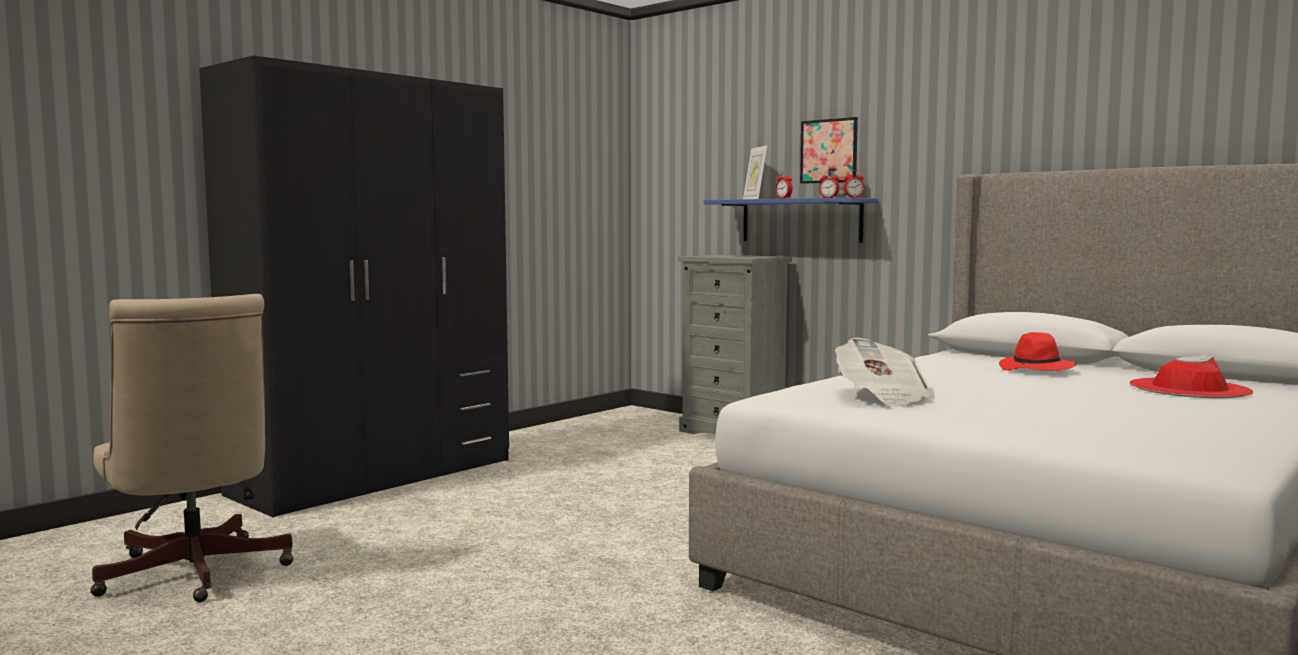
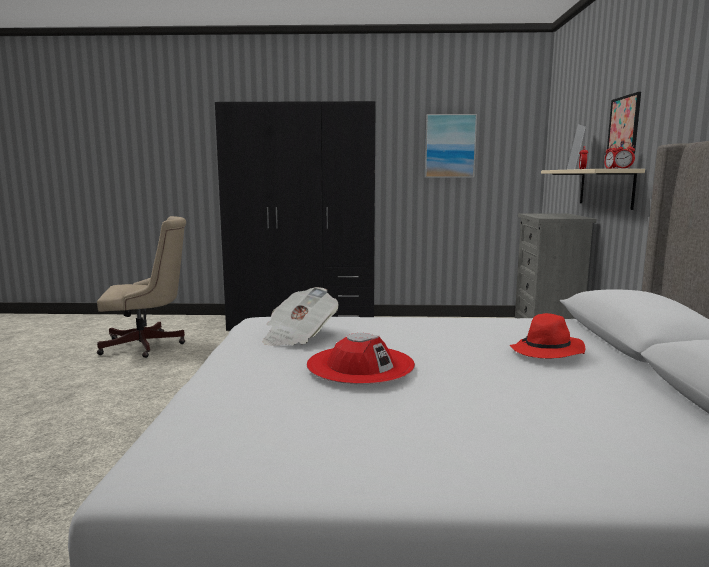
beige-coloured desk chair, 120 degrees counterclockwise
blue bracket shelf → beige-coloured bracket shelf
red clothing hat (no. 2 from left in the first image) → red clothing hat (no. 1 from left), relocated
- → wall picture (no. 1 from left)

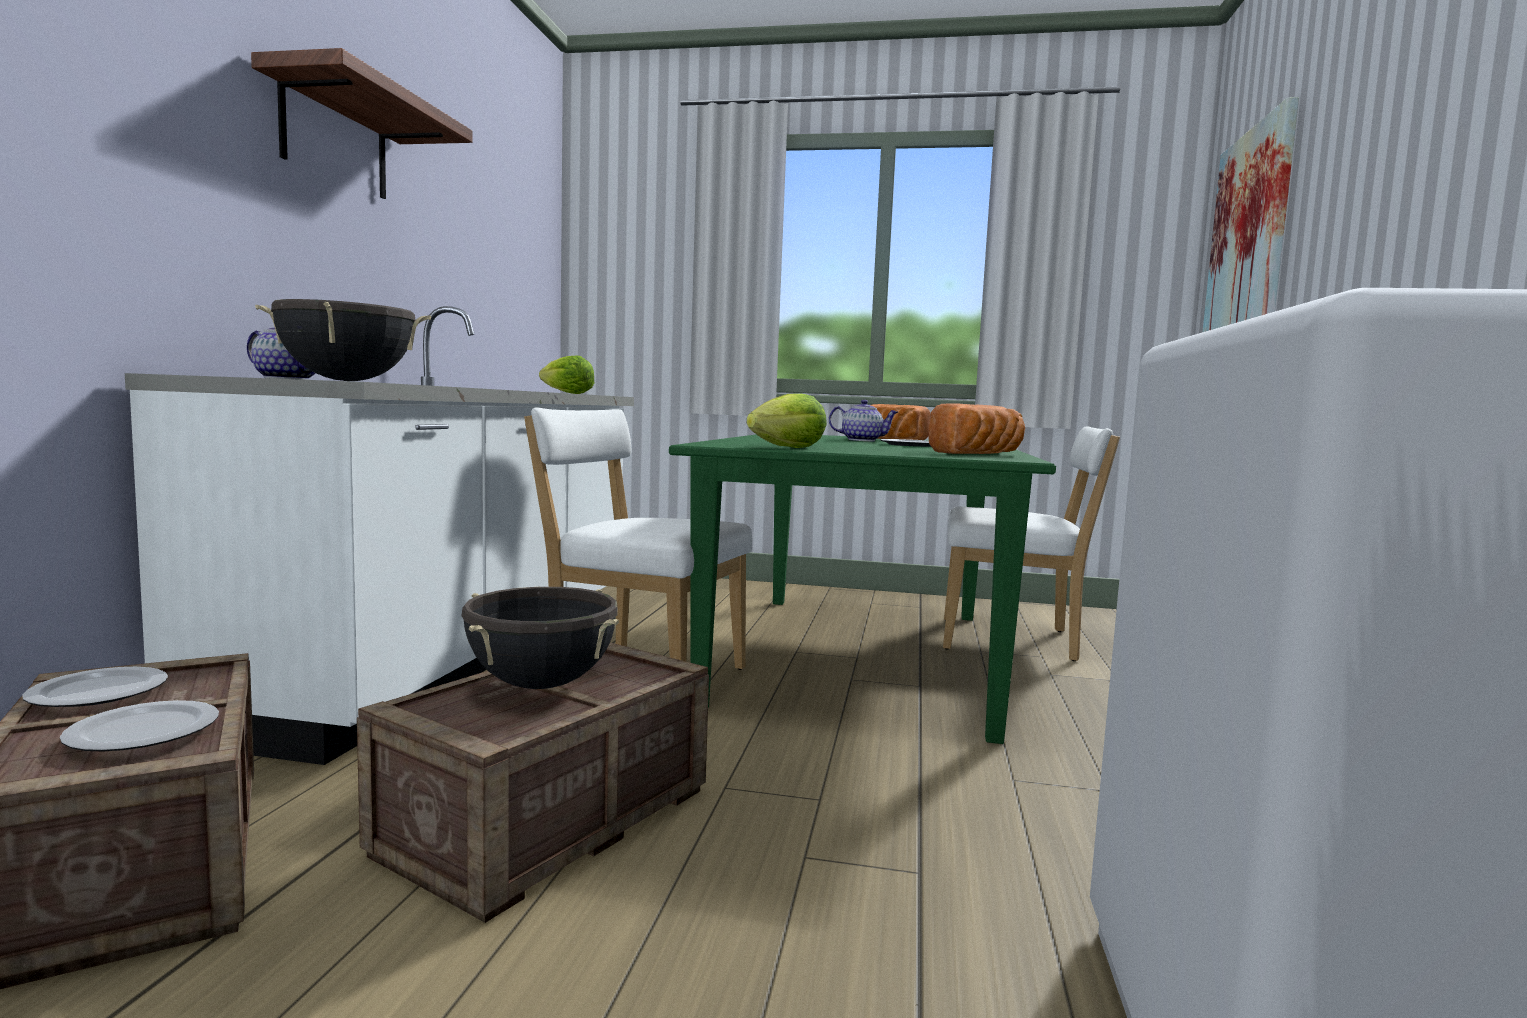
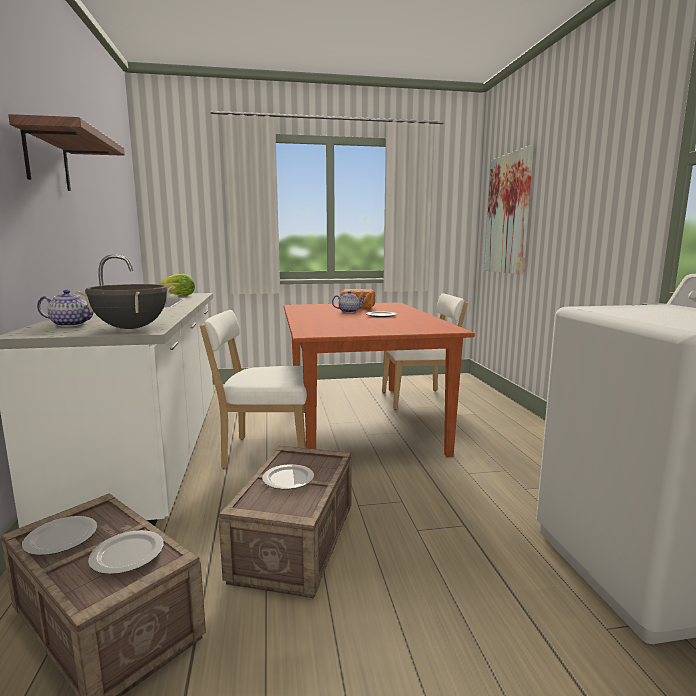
black saucepot (no. 2 from left) → plate (no. 3 from left)
greenish kitchen table → brown kitchen table
lettuce head (no. 2 from left) → -
baked bread (no. 2 from left) → -

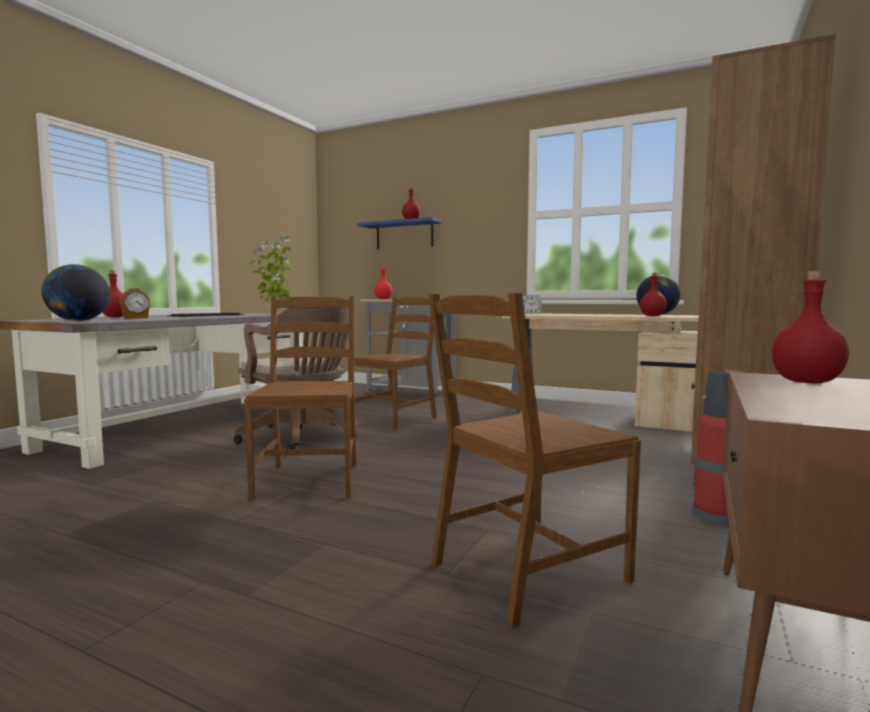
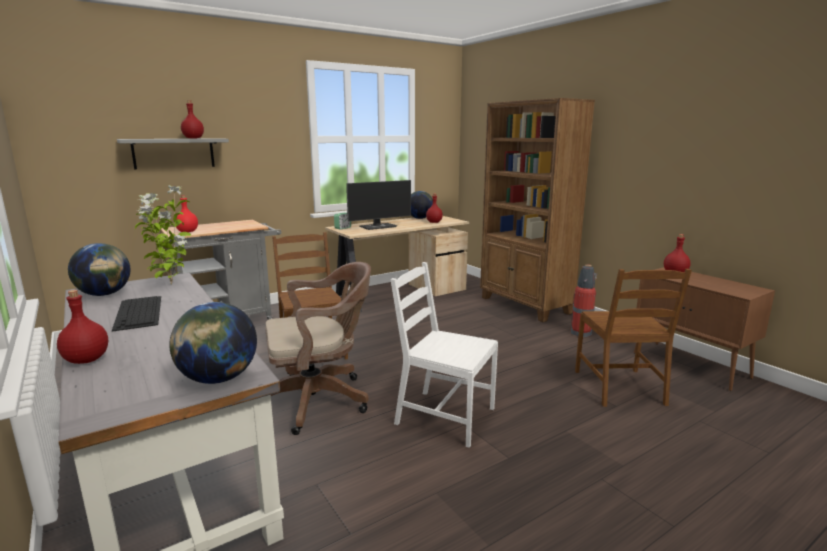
table clock (no. 1 from left) → -
brown chair (no. 1 from left) → white-coloured chair
blue bracket shelf → greyish bracket shelf
- → desk globe (no. 1 from left)
- → computer display

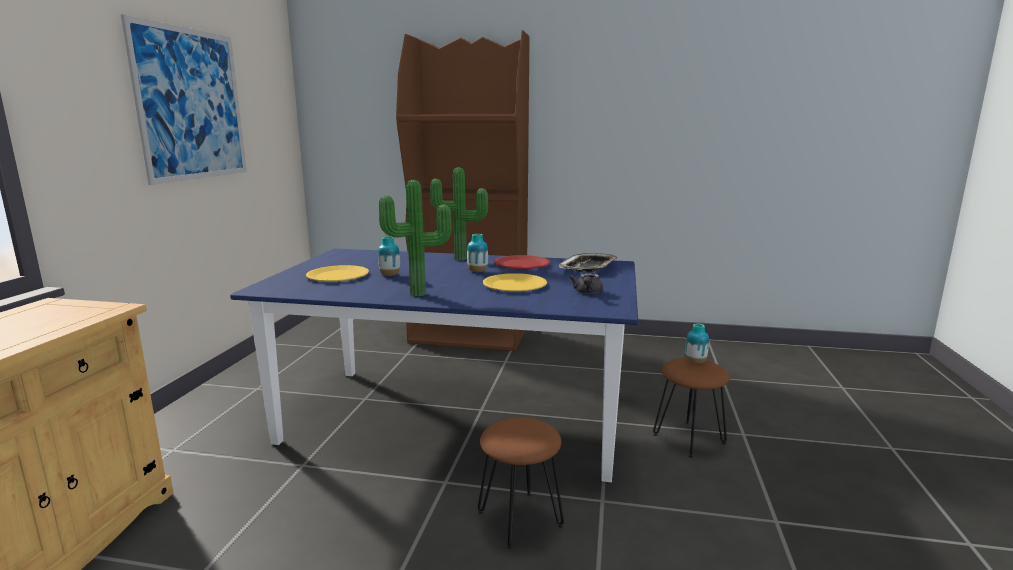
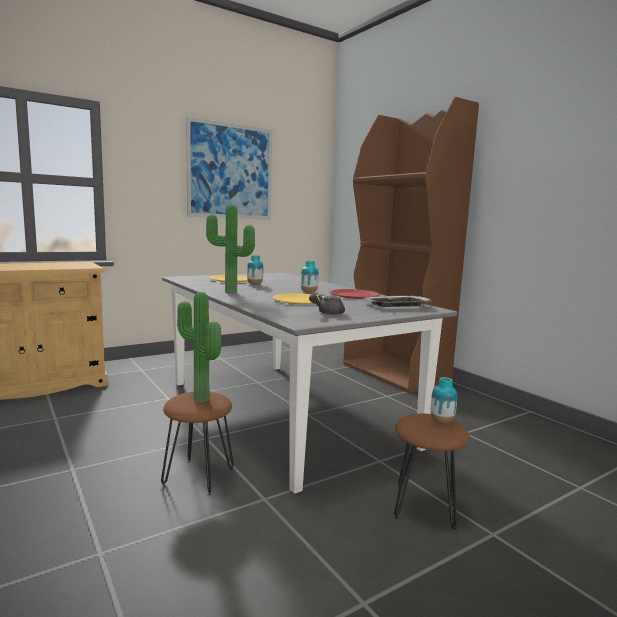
blue kitchen table → greyish kitchen table
houseplant (no. 2 from left in the first image) → houseplant (no. 1 from left), relocated

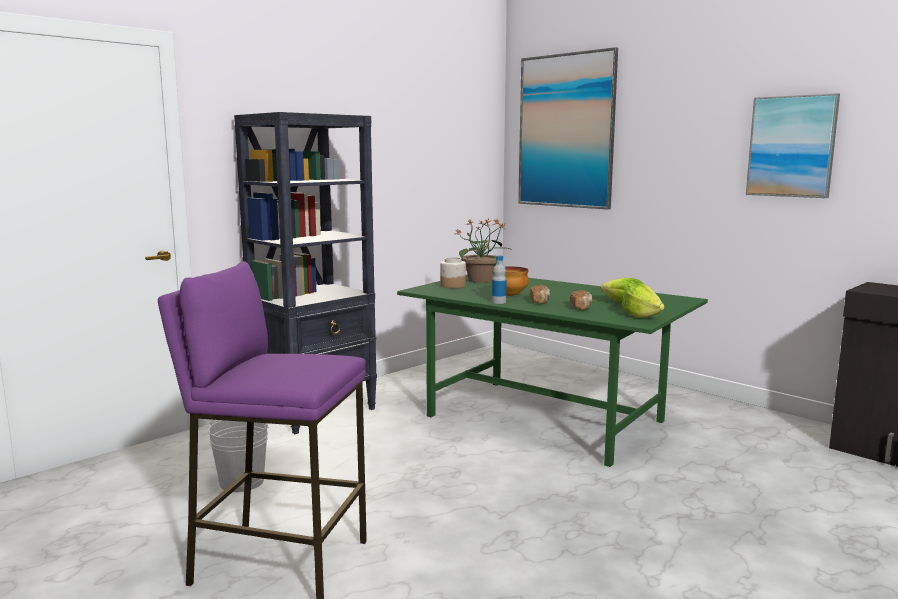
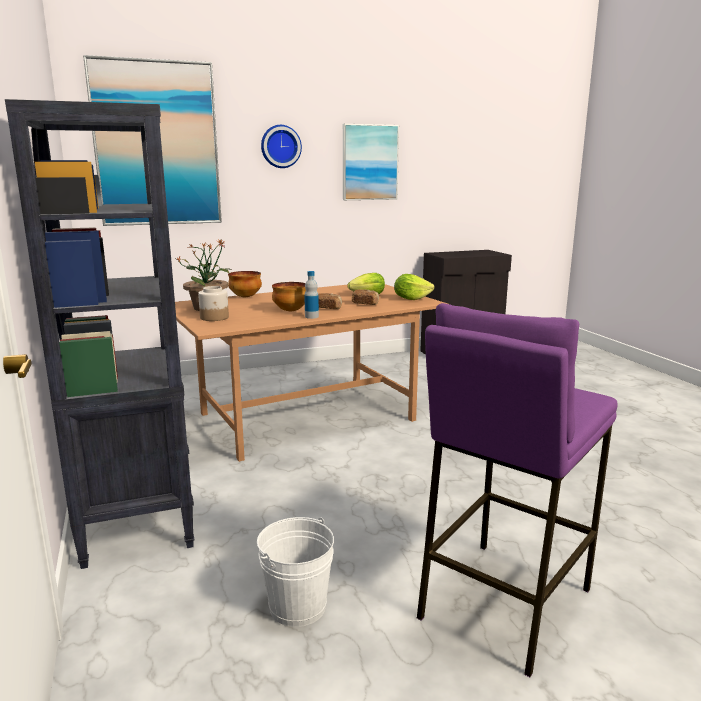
greenish kitchen table → brown kitchen table
- → bowl (no. 1 from left)
- → wall clock

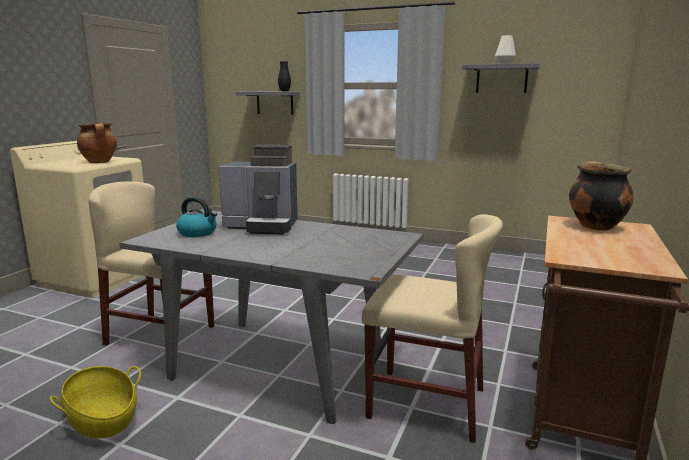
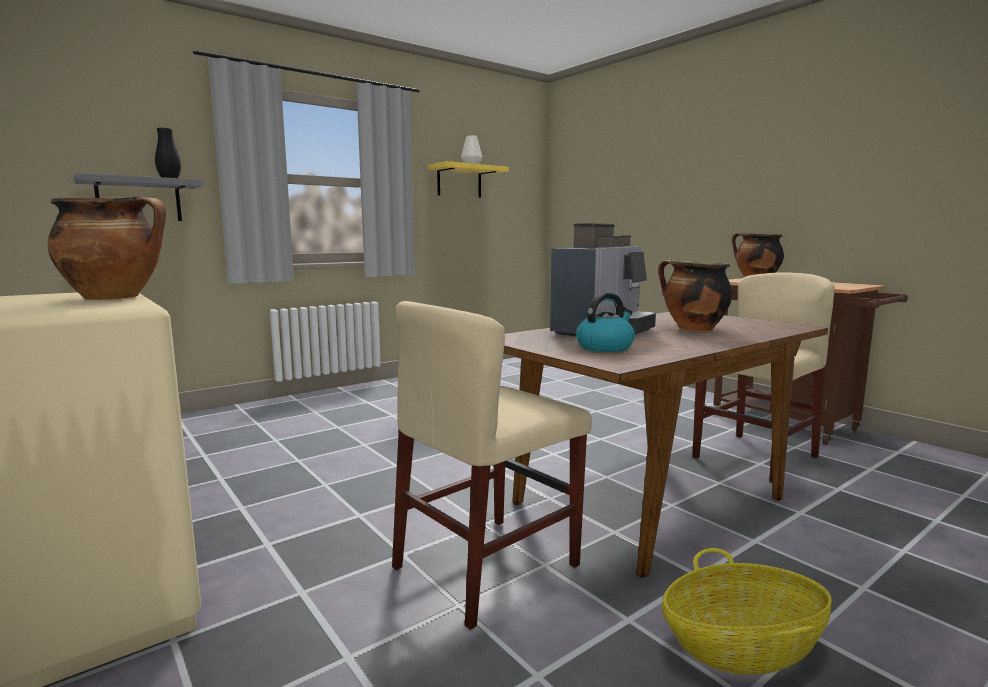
greyish kitchen table → brown kitchen table
greyish bracket shelf (no. 2 from left) → yellowish bracket shelf
- → saucepot (no. 2 from left)

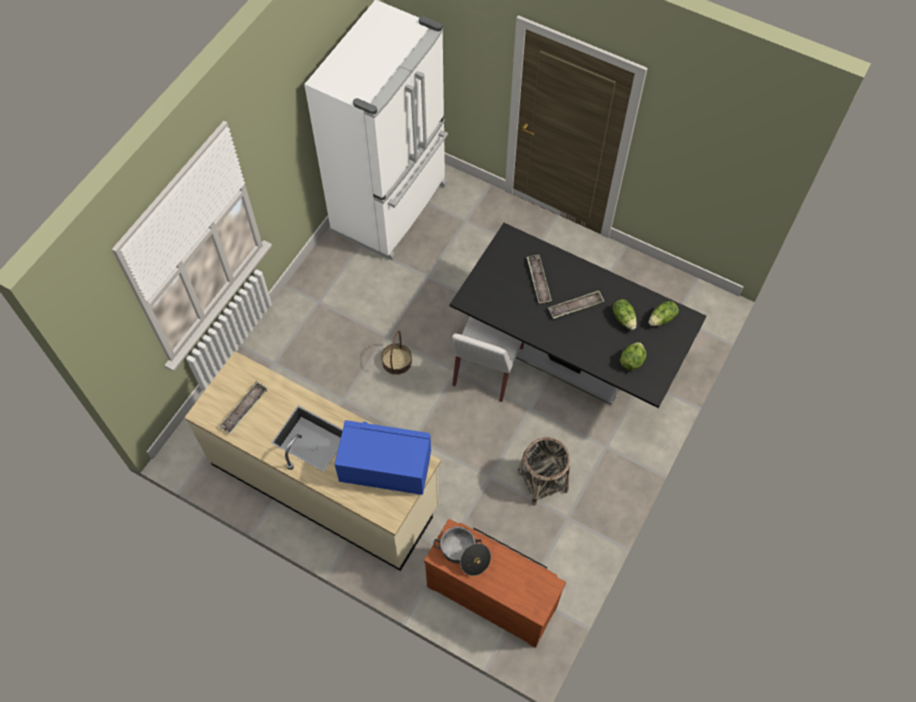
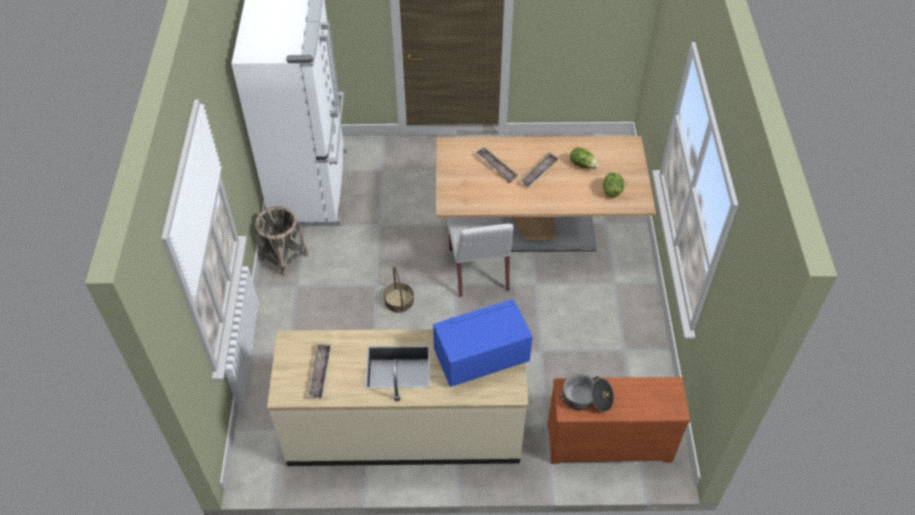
black kitchen table → beige-coloured kitchen table
basket (no. 2 from left in the first image) → basket (no. 1 from left), relocated
lettuce head (no. 3 from left) → -

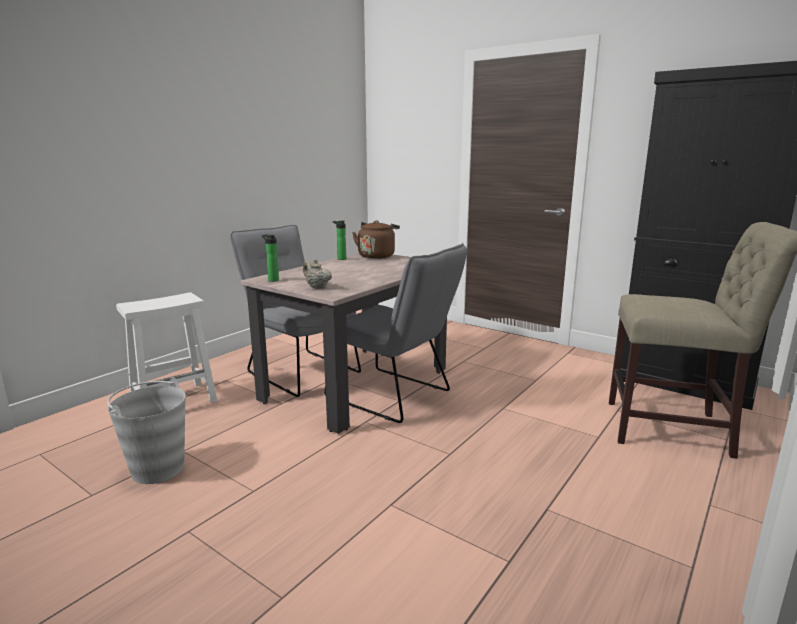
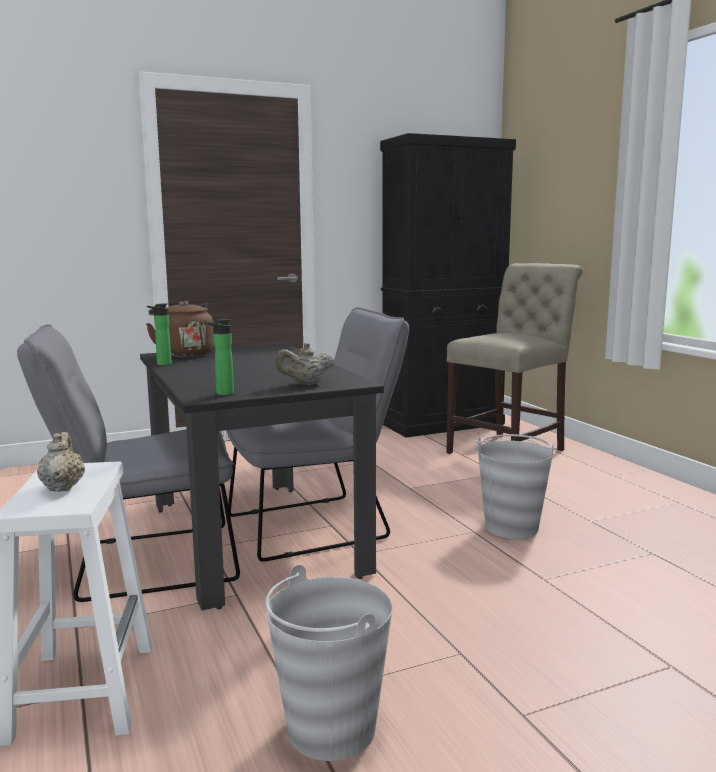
beige-coloured kitchen table → black kitchen table
- → beige-coloured pot for tea (no. 1 from left)
- → greyish water bucket (no. 2 from left)

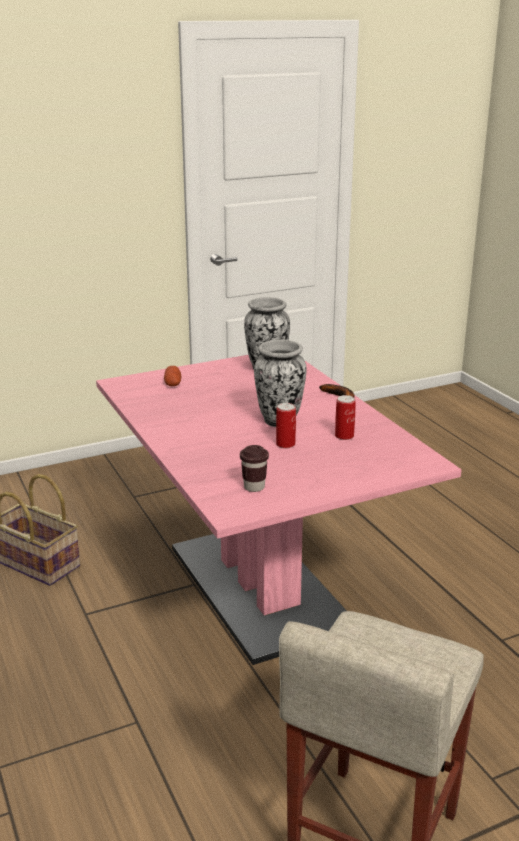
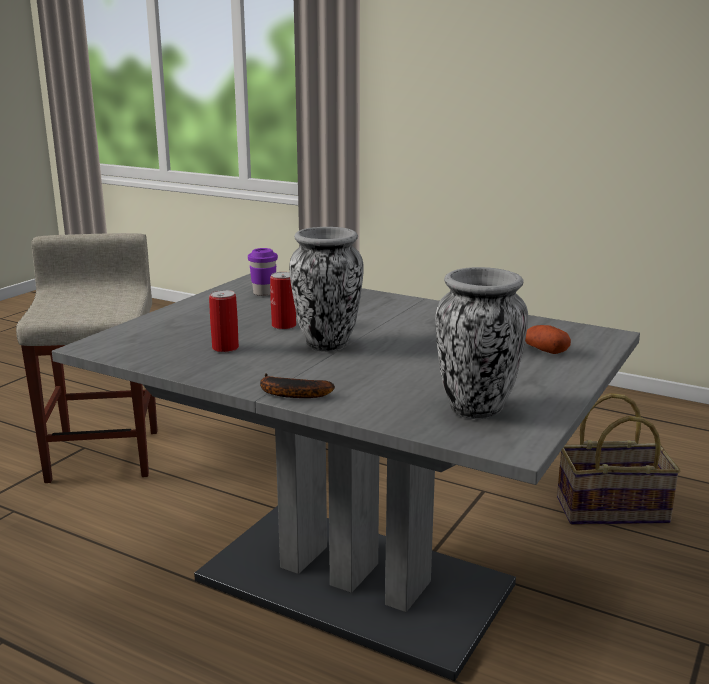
pink-coloured kitchen table → greyish kitchen table
brown cup → purplish cup

